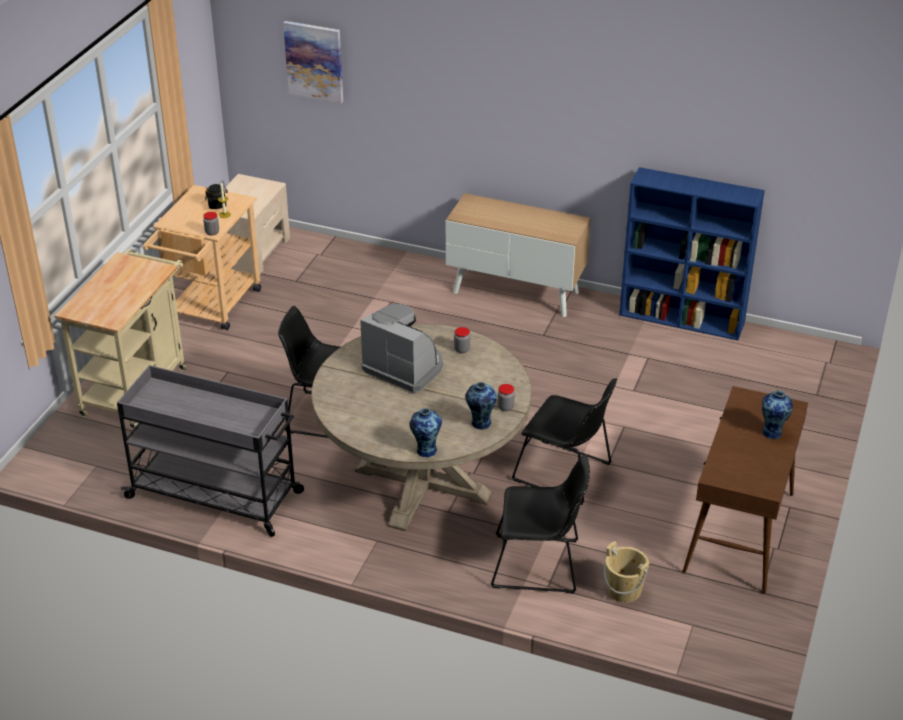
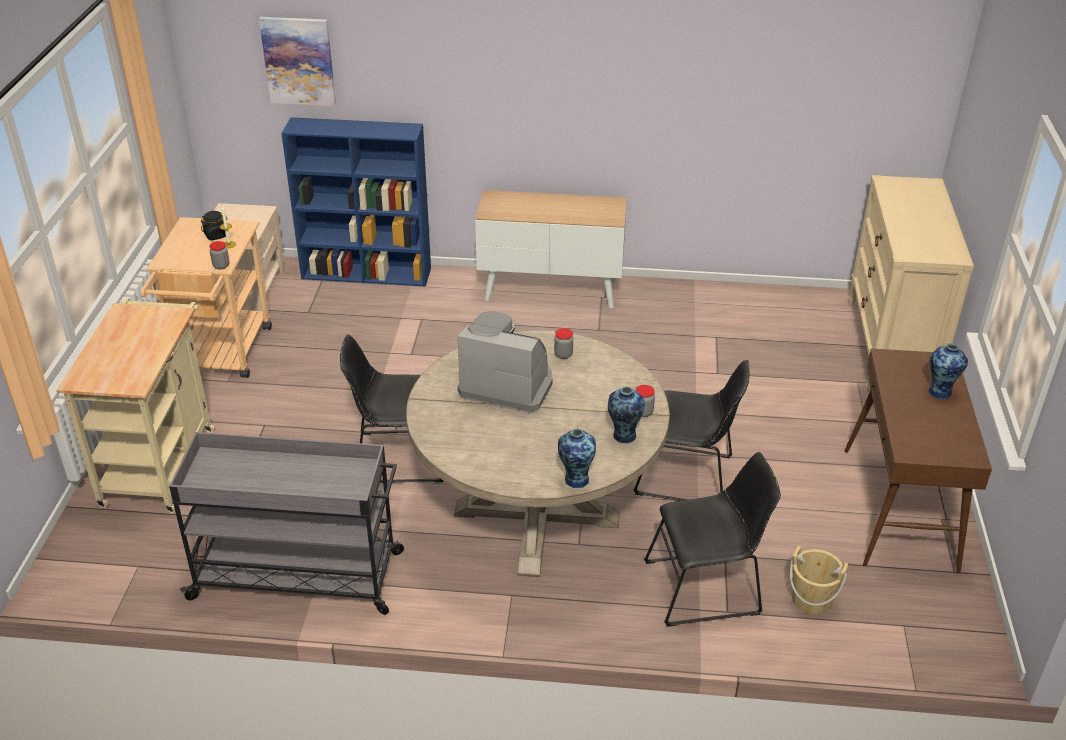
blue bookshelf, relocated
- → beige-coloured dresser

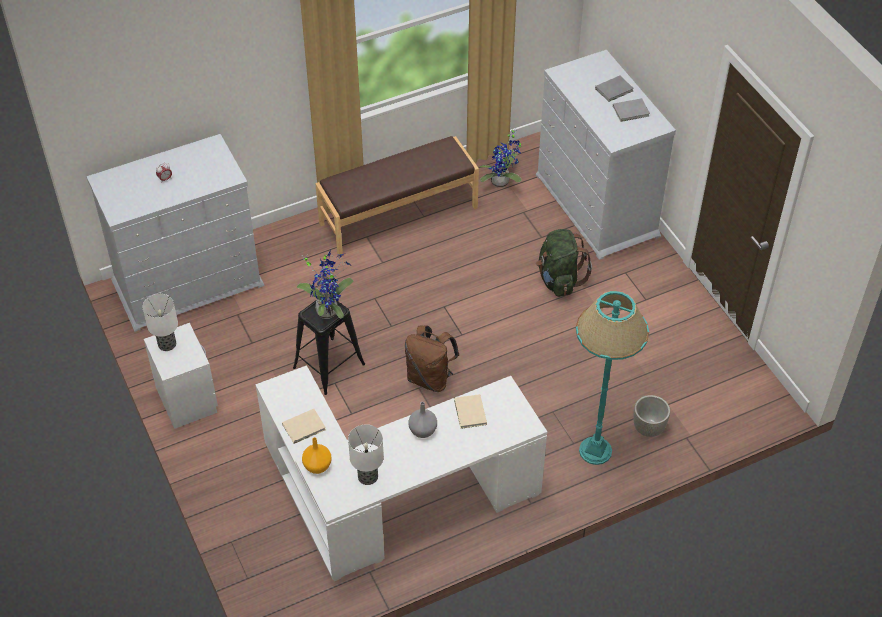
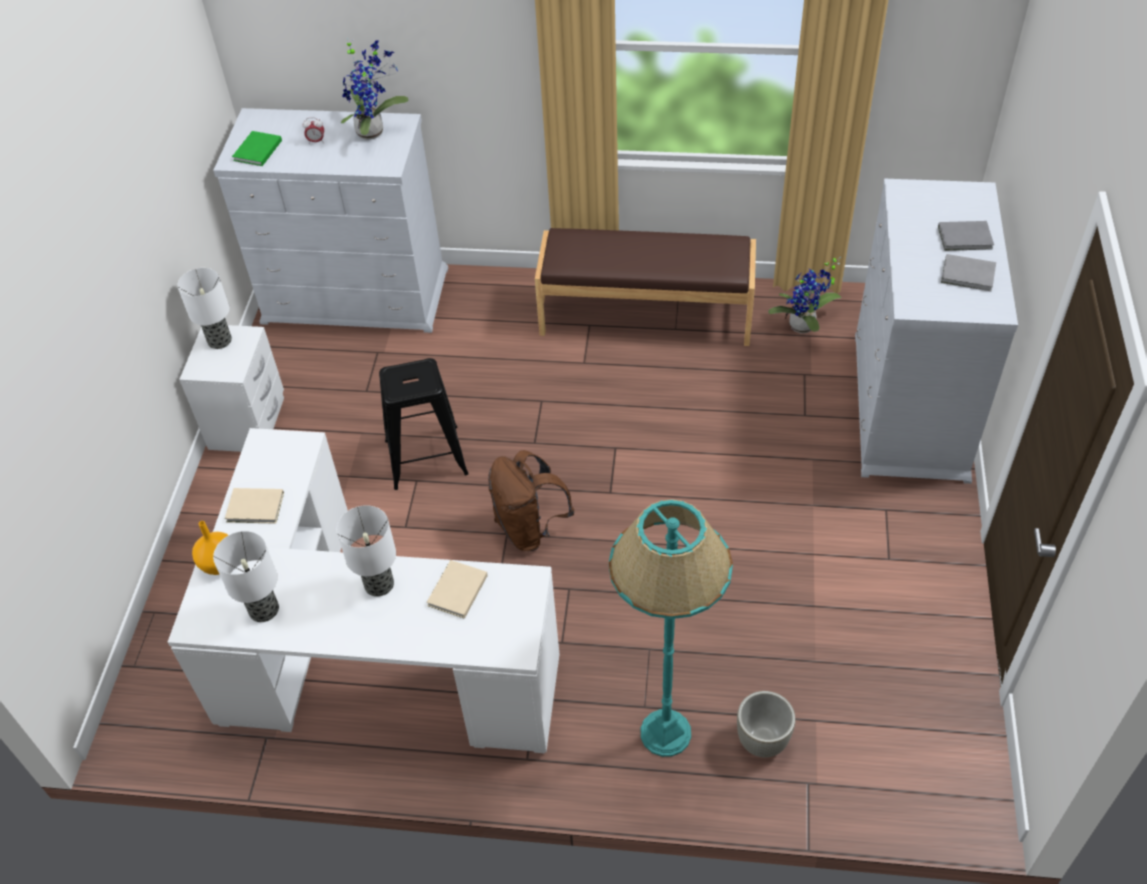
houseplant (no. 1 from left), relocated
greyish vase → table lamp (no. 3 from left)
greenish rucksack → -
- → greenish book

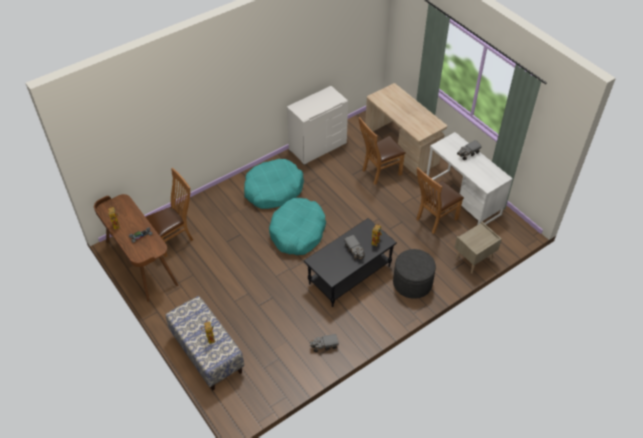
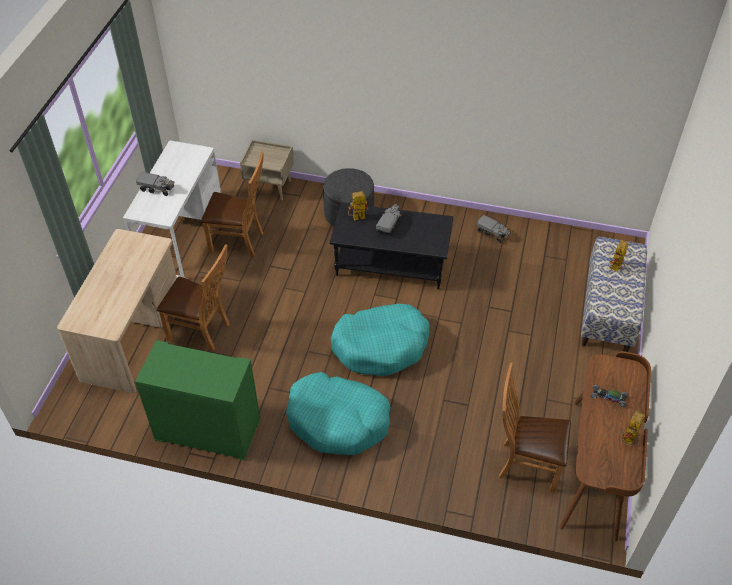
white-coloured dresser → greenish dresser

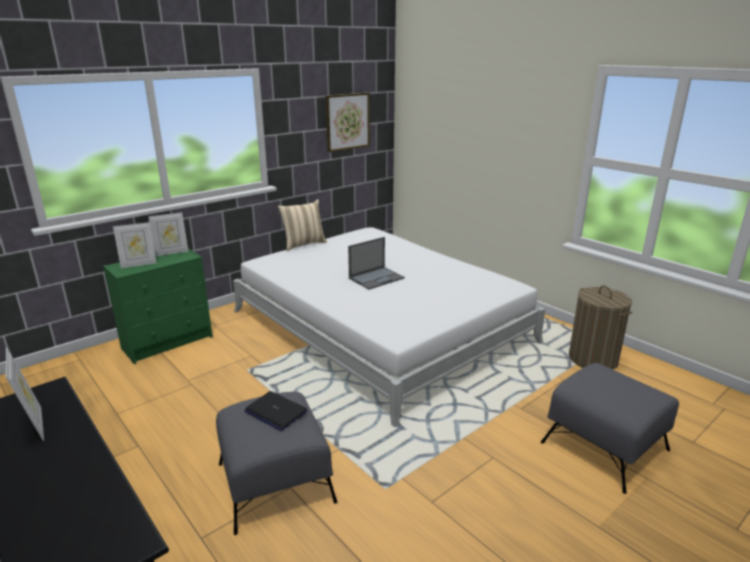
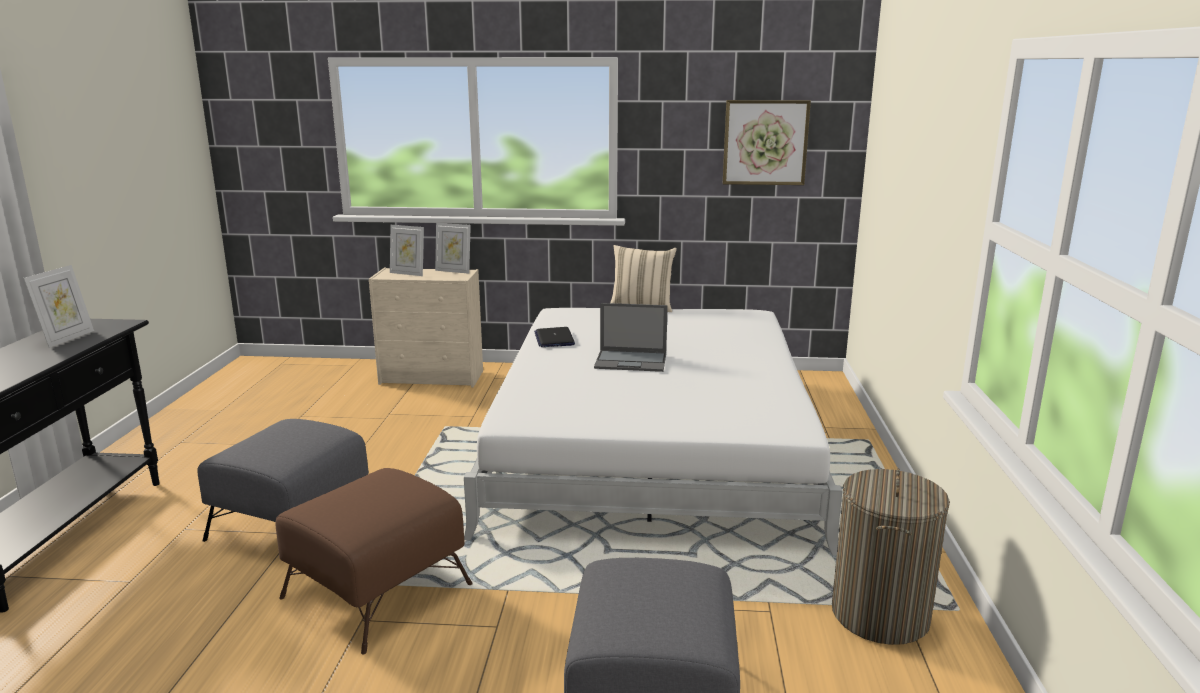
greenish dresser → beige-coloured dresser
portable computer (no. 1 from left), relocated
- → brown pouffe

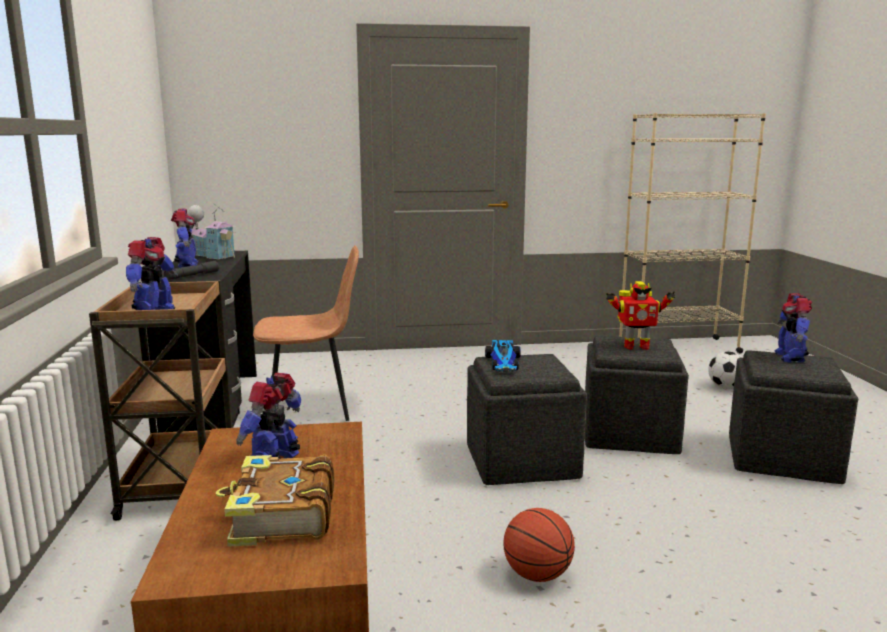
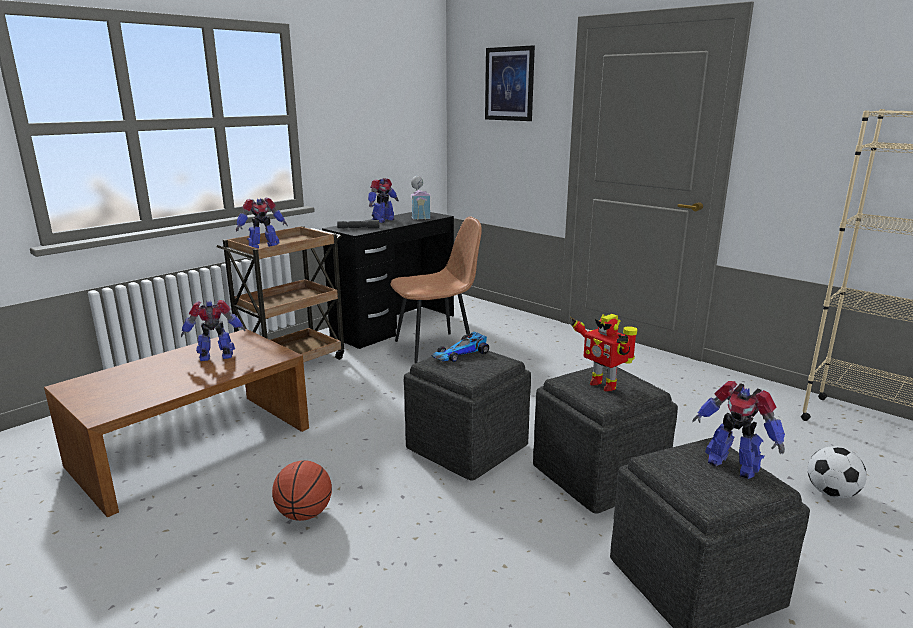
book → -
brown chair, 60 degrees counterclockwise
model robot (no. 5 from left), 105 degrees counterclockwise
- → wall picture

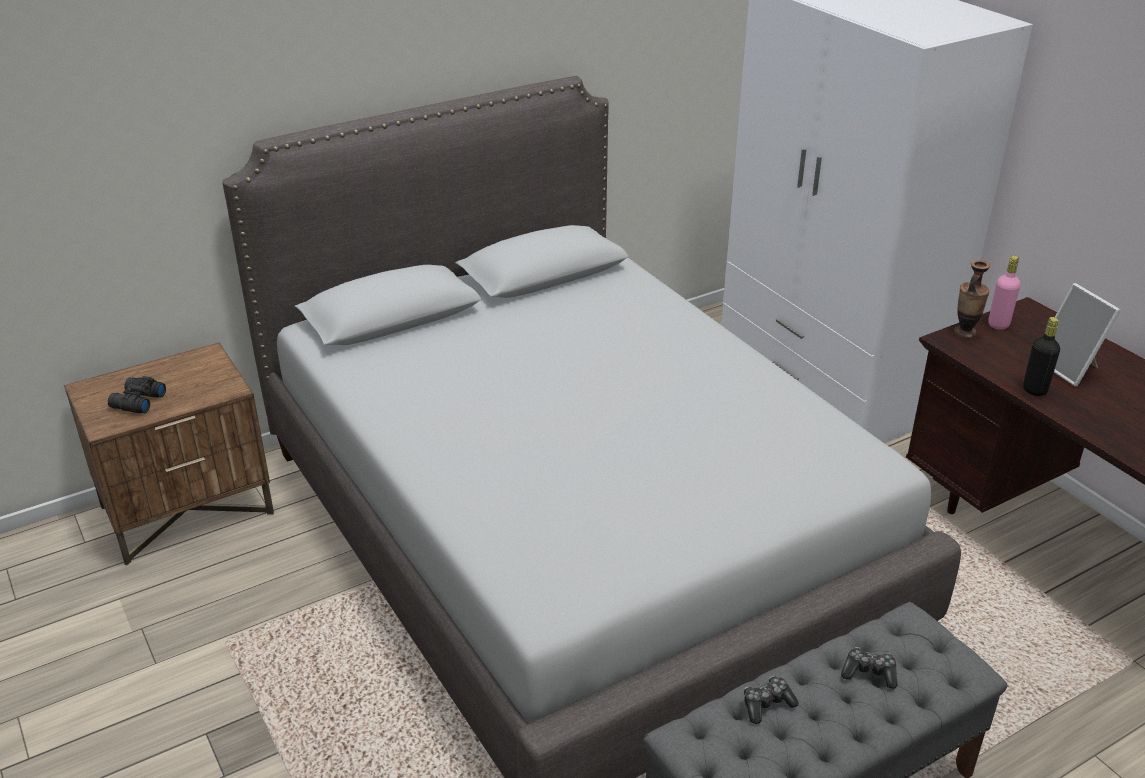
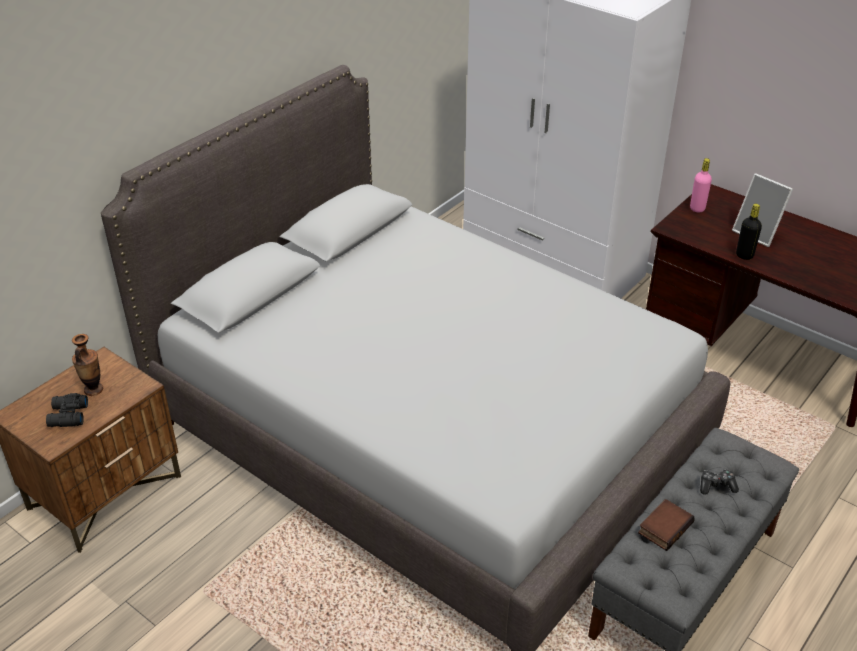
game controller (no. 1 from left) → book
vase, relocated

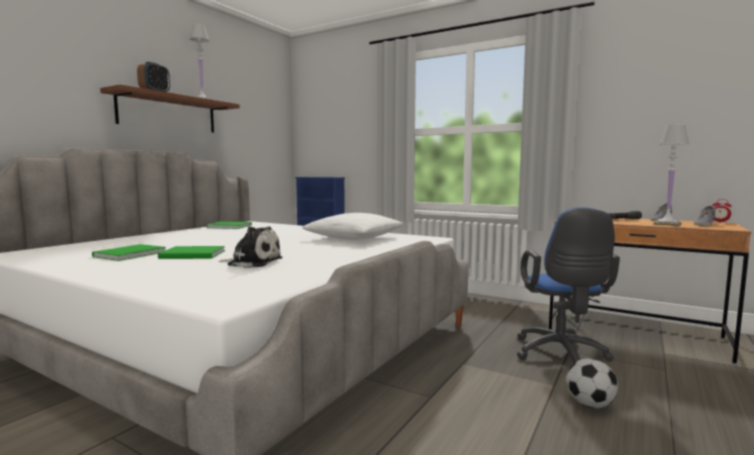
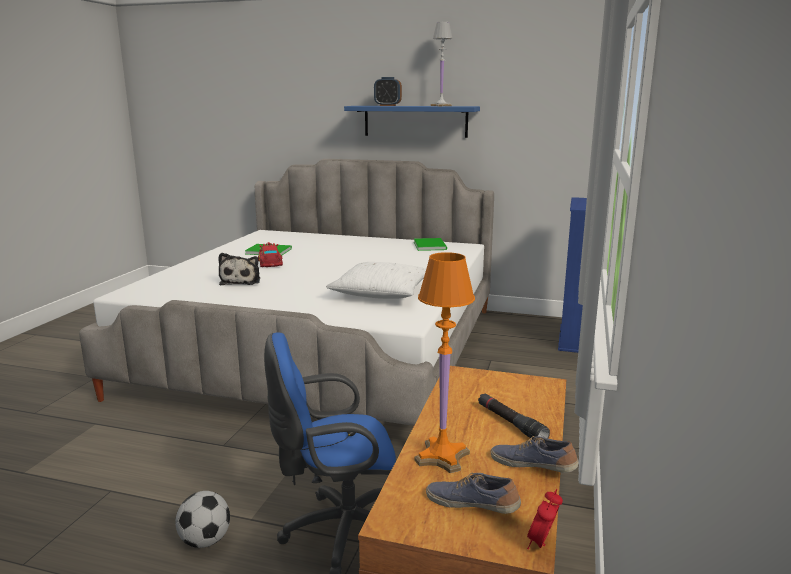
brown bracket shelf → blue bracket shelf
greenish book (no. 2 from left) → red miniature car
white-coloured table lamp (no. 2 from left) → orange table lamp

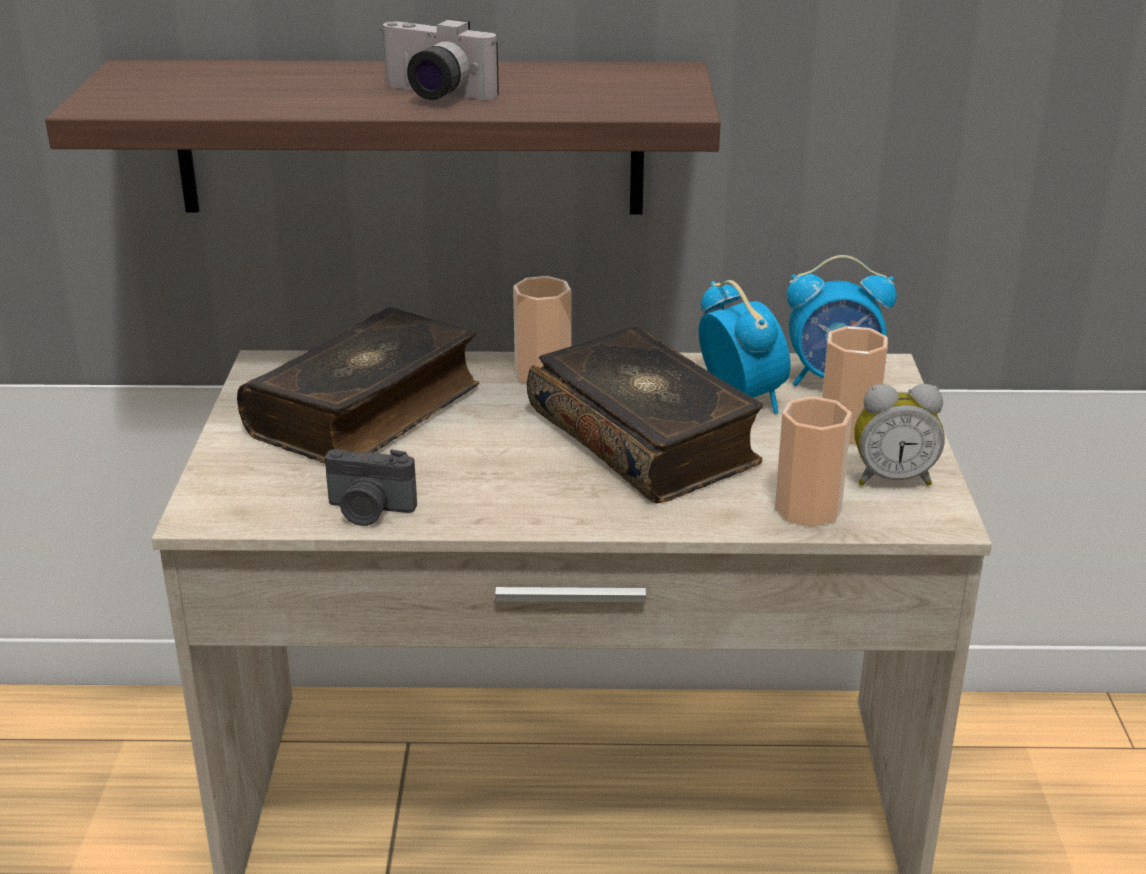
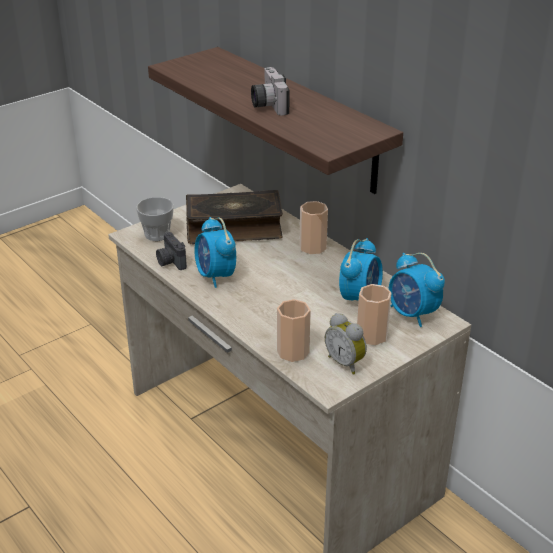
book (no. 2 from left) → -
- → cup (no. 1 from left)
- → table clock (no. 1 from left)

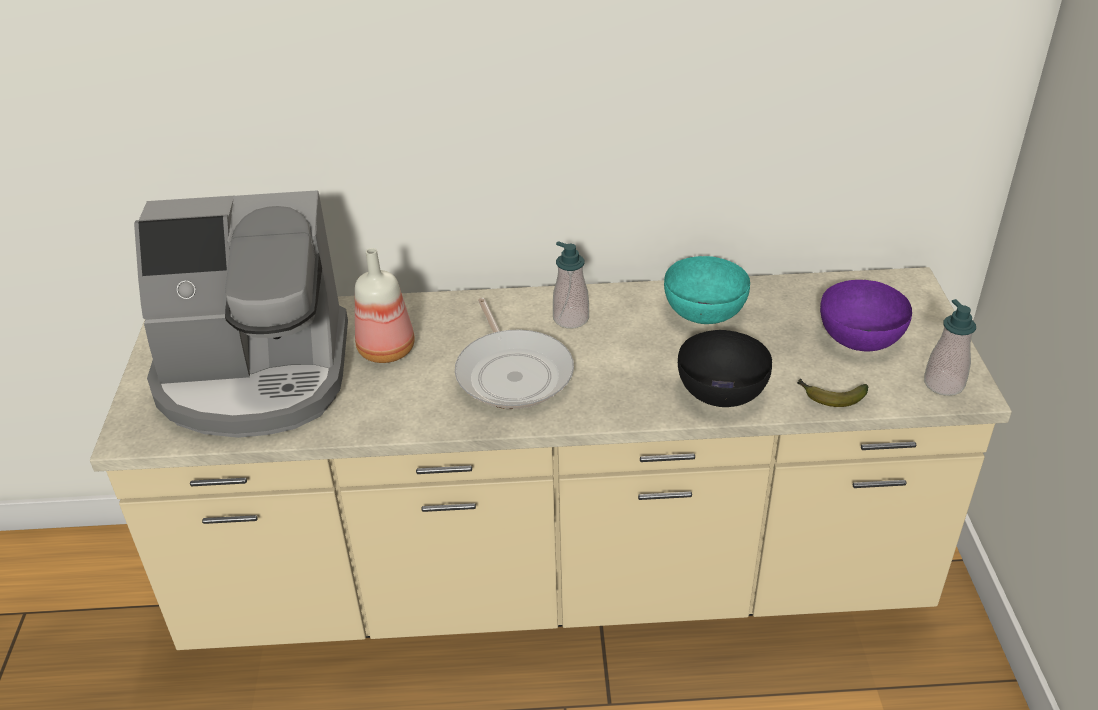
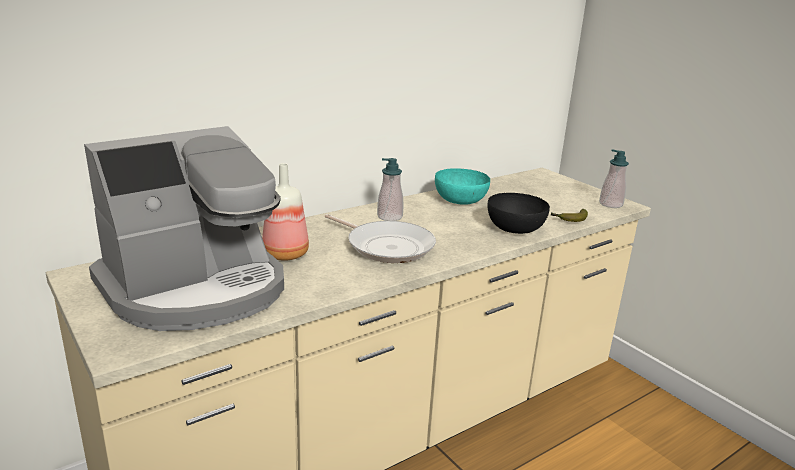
purplish bowl → -

